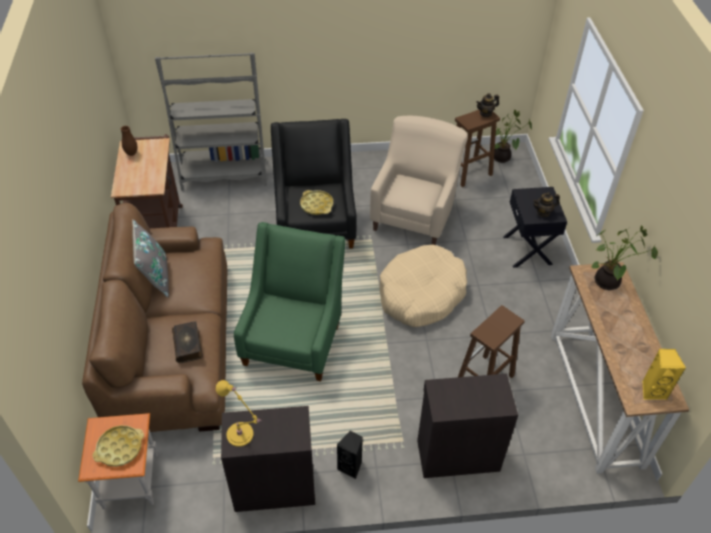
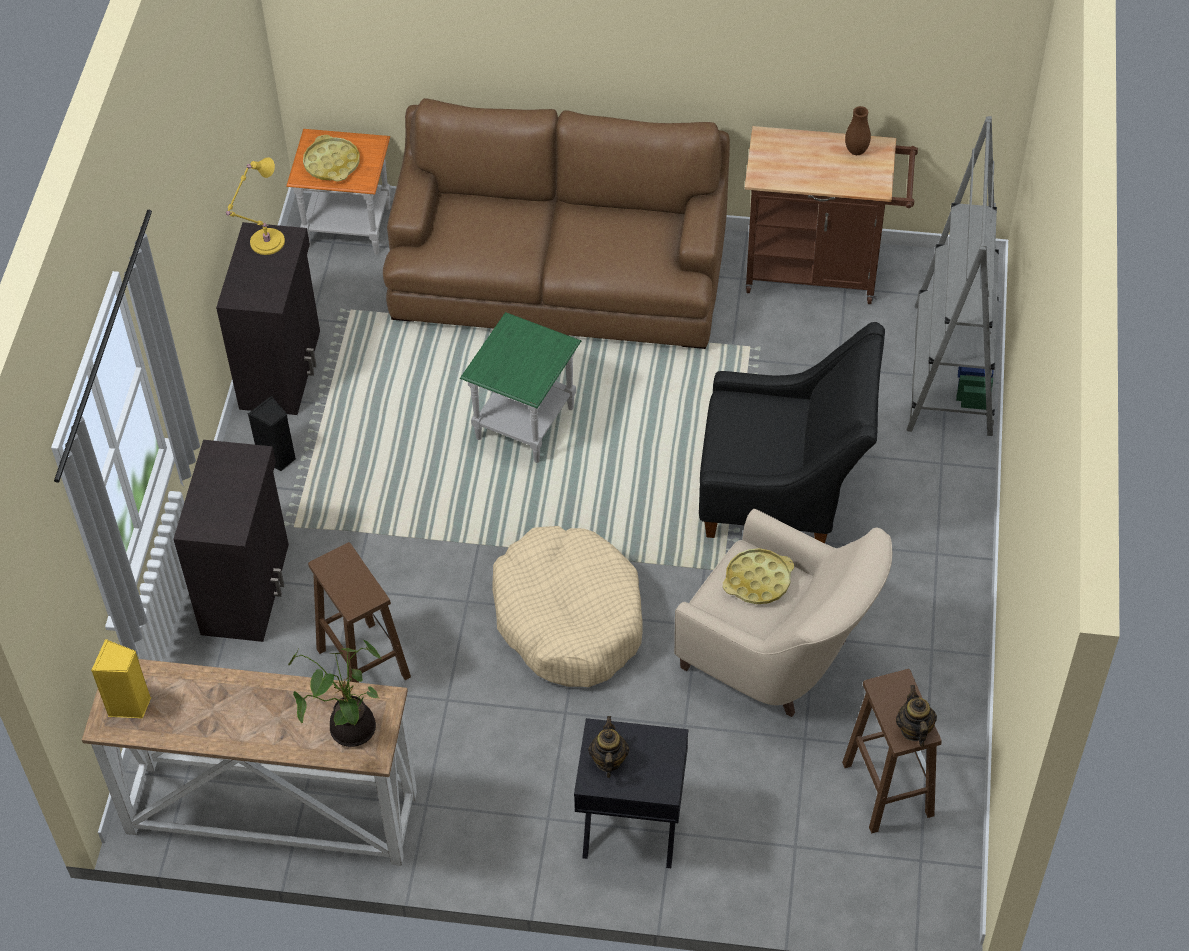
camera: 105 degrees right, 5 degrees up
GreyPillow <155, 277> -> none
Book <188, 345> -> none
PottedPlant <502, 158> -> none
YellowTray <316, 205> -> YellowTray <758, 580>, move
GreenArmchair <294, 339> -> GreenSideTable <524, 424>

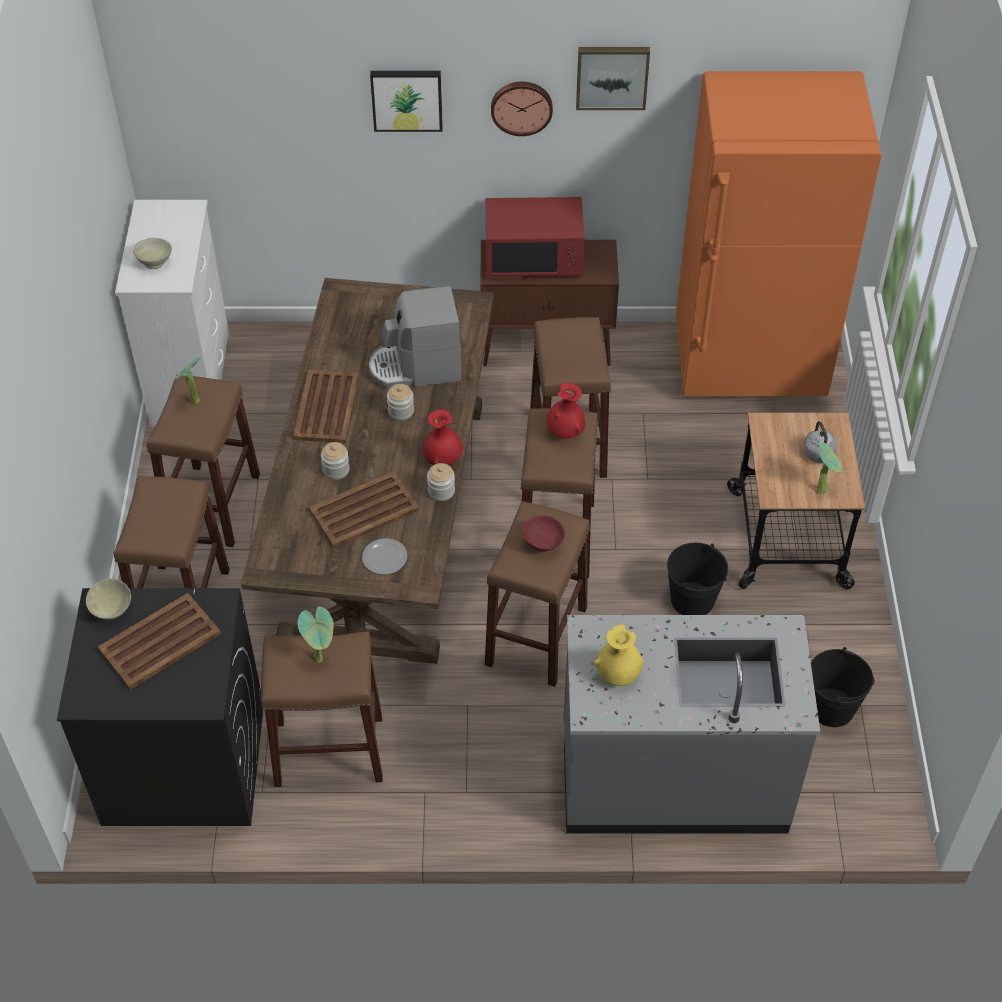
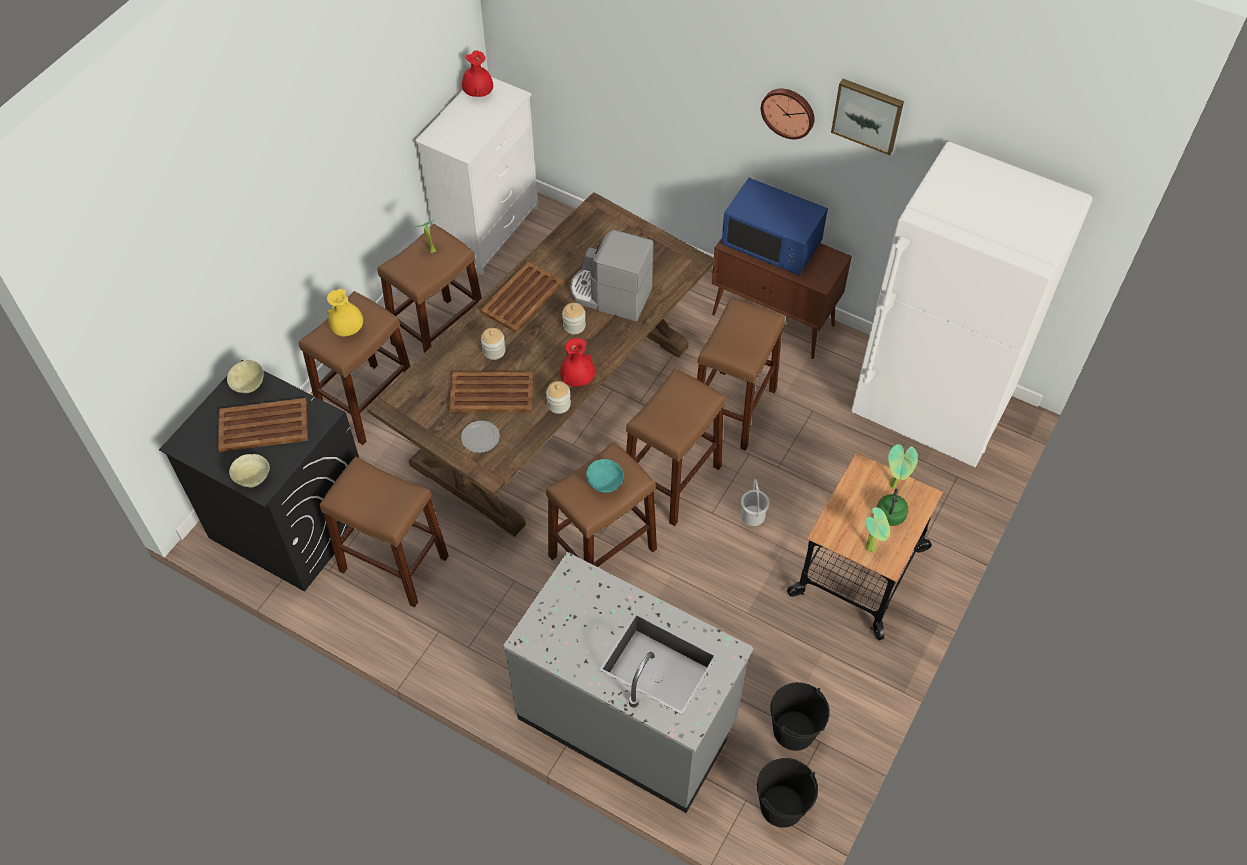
camera: 30 degrees right, 5 degrees up
Picture <407, 99> -> none
none -> WhiteBucket <753, 515>
BeigeBowl <155, 262> -> BeigeBowl <253, 479>, move
PottedPlant <321, 659> -> PottedPlant <894, 485>, move
RedVase <565, 433> -> RedVase <478, 94>, move
YellowVase <617, 674> -> YellowVase <348, 329>, move
BlackBucket <692, 599> -> BlackBucket <782, 806>, move
RedMicrowave <534, 259> -> BlueMicrowave <772, 244>
RedBowl <543, 544> -> TurquoiseBowl <604, 484>
OrangeFridge <749, 365> -> WhiteFridge <930, 410>
GreyKettle <818, 455> -> GreenKettle <890, 517>

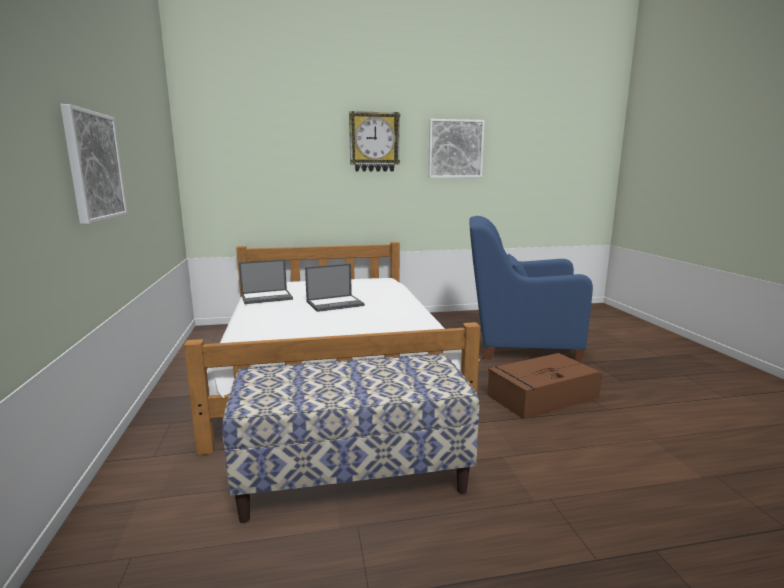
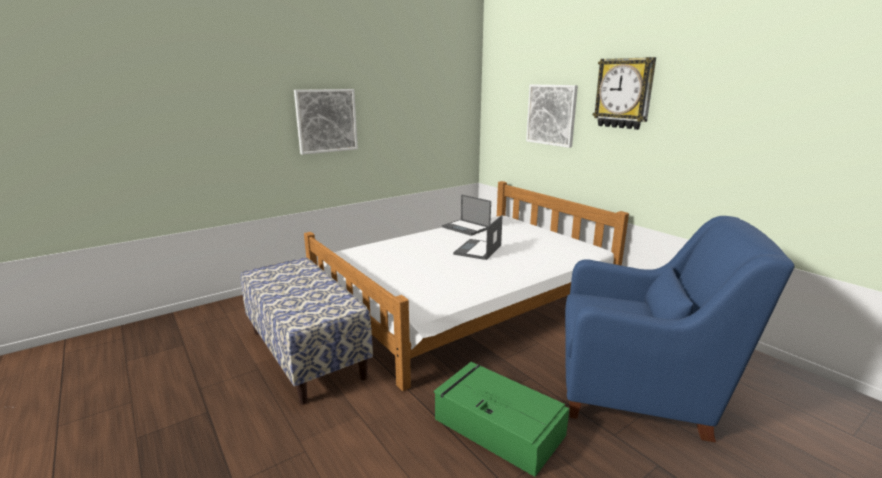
camera: 65 degrees right, 5 degrees up
Picture <455, 149> -> Picture <551, 115>, move
BrownStorageBox <541, 397> -> GreenStorageBox <497, 426>
Laptop <335, 303> -> Laptop <478, 250>, 75 degrees clockwise
BlueArmchair <519, 345> -> BlueArmchair <639, 390>, 120 degrees clockwise

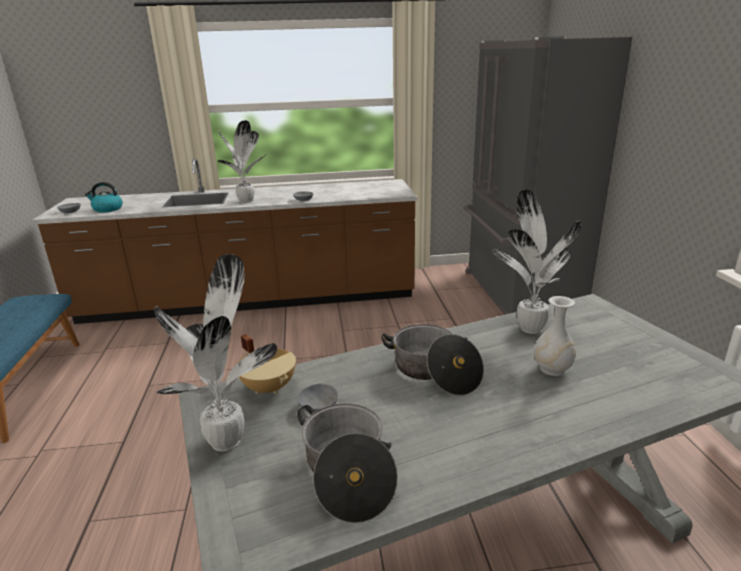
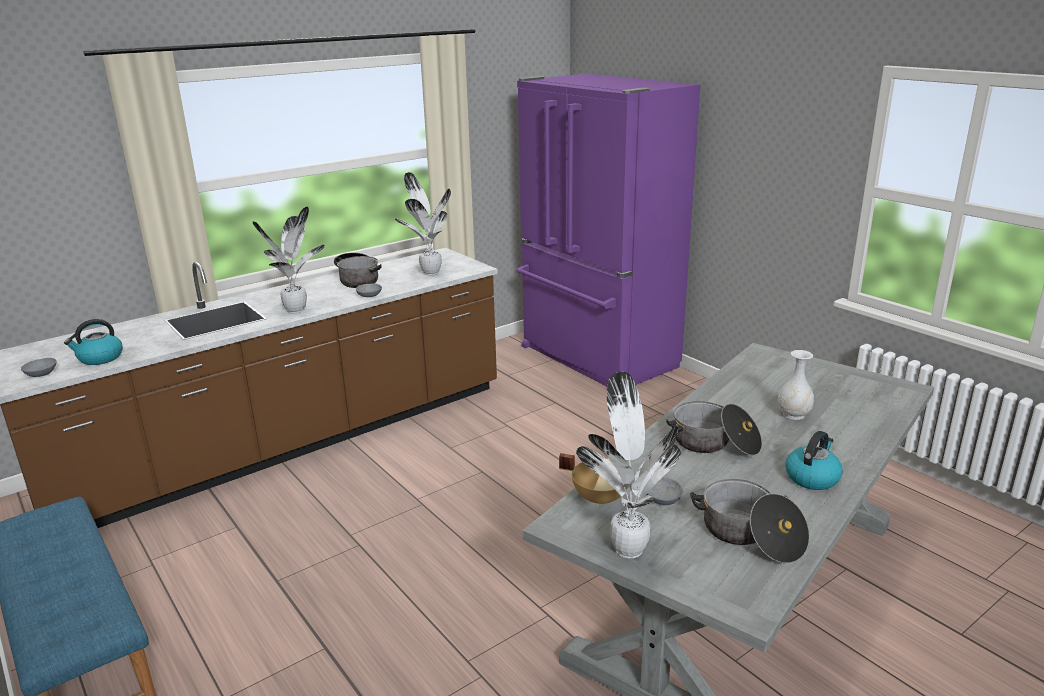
camera: 30 degrees left, 0 degrees up
none -> CookingPot <358, 279>
none -> Kettle <812, 477>
PottedPlant <529, 327> -> PottedPlant <430, 272>, move
GreyFridge <517, 293> -> PurpleFridge <596, 358>

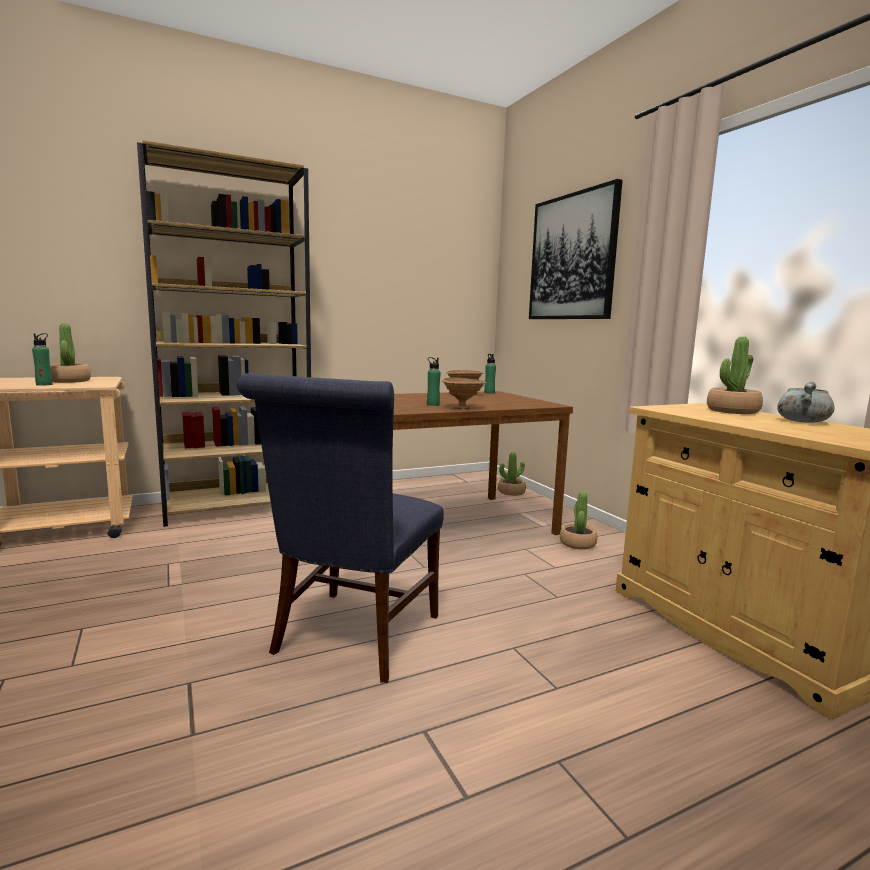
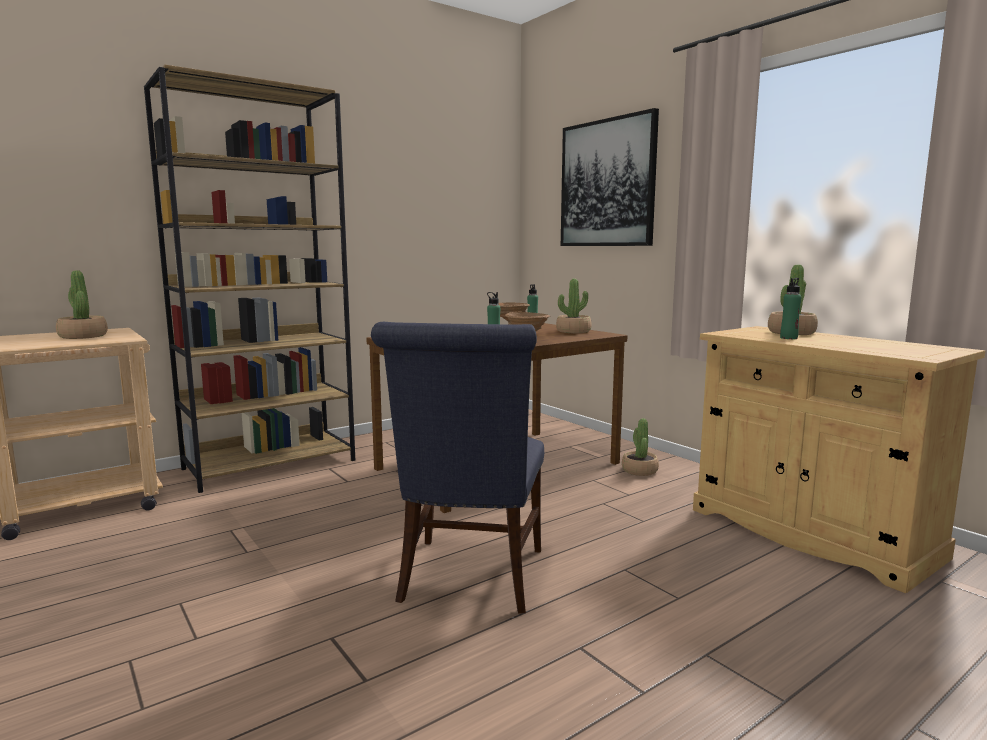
camera: 10 degrees left, 0 degrees up
GreyCookingPot <802, 421> -> none
GreenBottle <44, 384> -> GreenBottle <788, 338>, move
PottedPlant <511, 492> -> PottedPlant <573, 331>, move

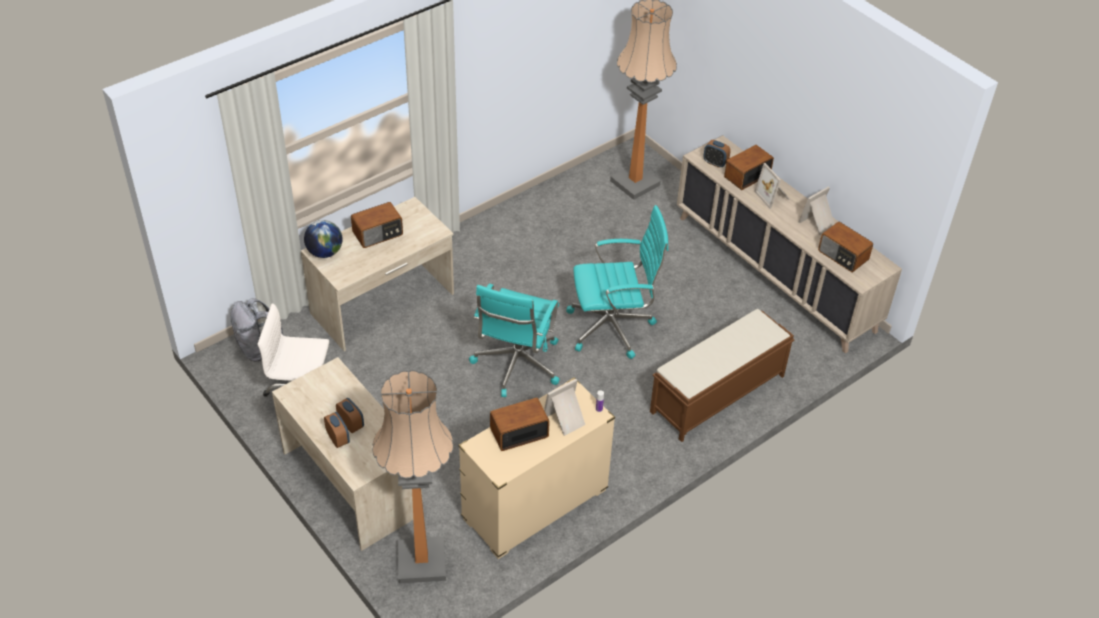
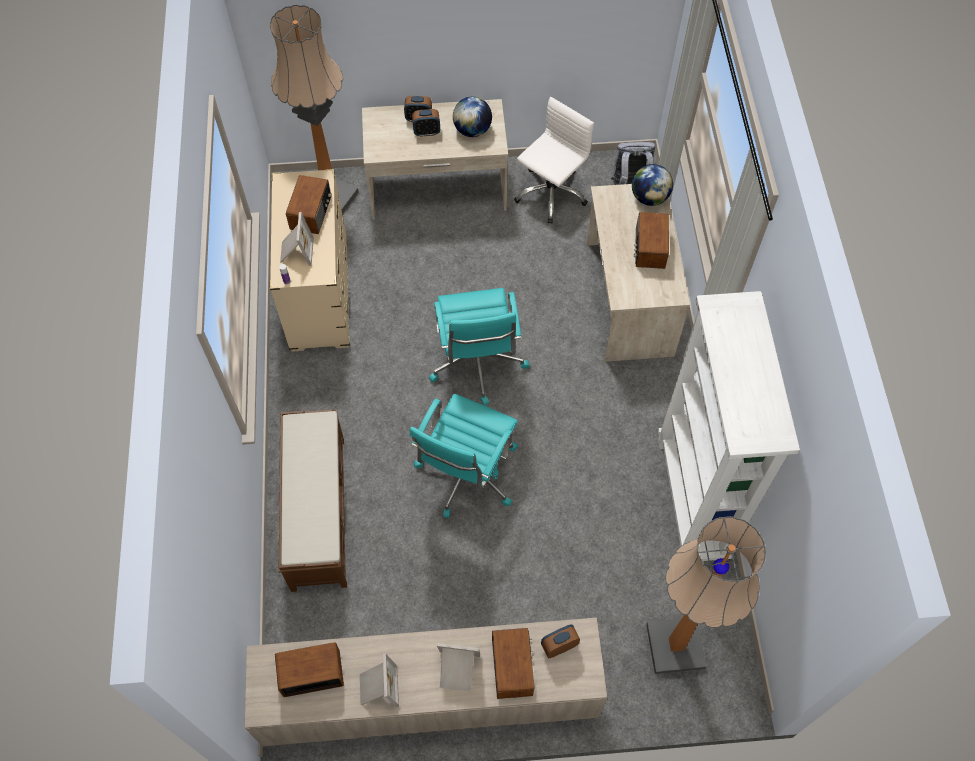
camera: 125 degrees right, 15 degrees up
none -> Globe <472, 130>
none -> WhiteBookcase <692, 500>
TurquoiseOfficeChair <516, 365> -> TurquoiseOfficeChair <477, 364>, 150 degrees counterclockwise

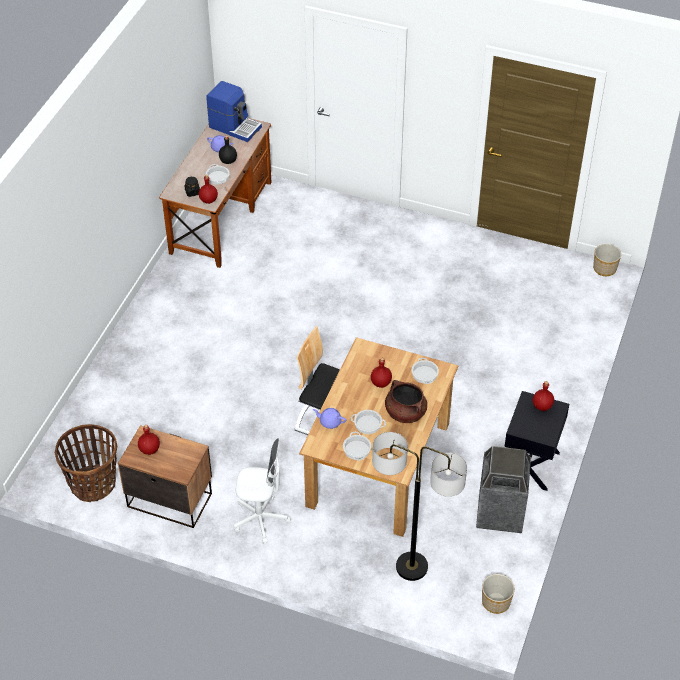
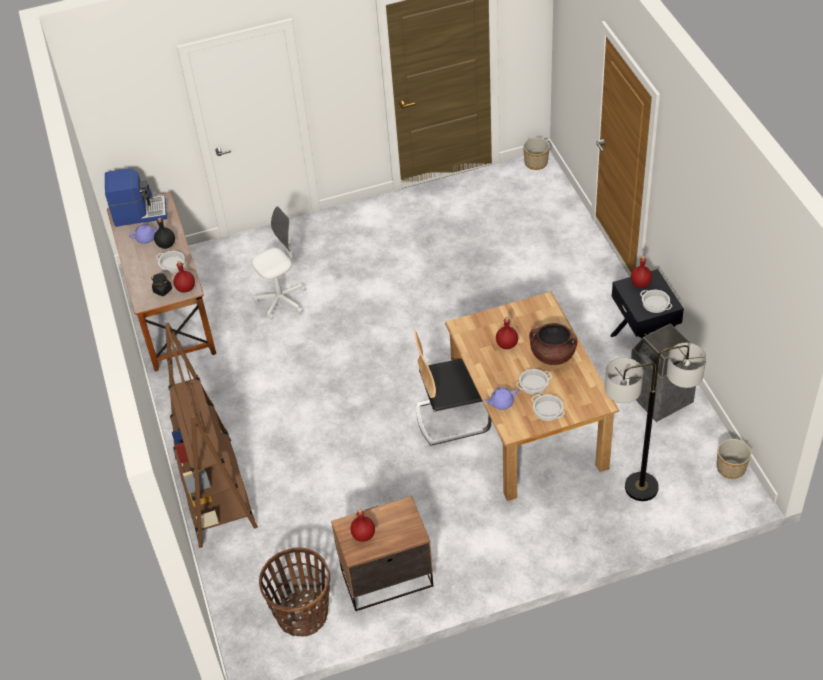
camera: 35 degrees left, 0 degrees up
none -> BrownBookcase <215, 491>
WhiteOfficeChair <261, 519> -> WhiteOfficeChair <281, 301>, move
CookingPot <424, 374> -> CookingPot <655, 303>, move

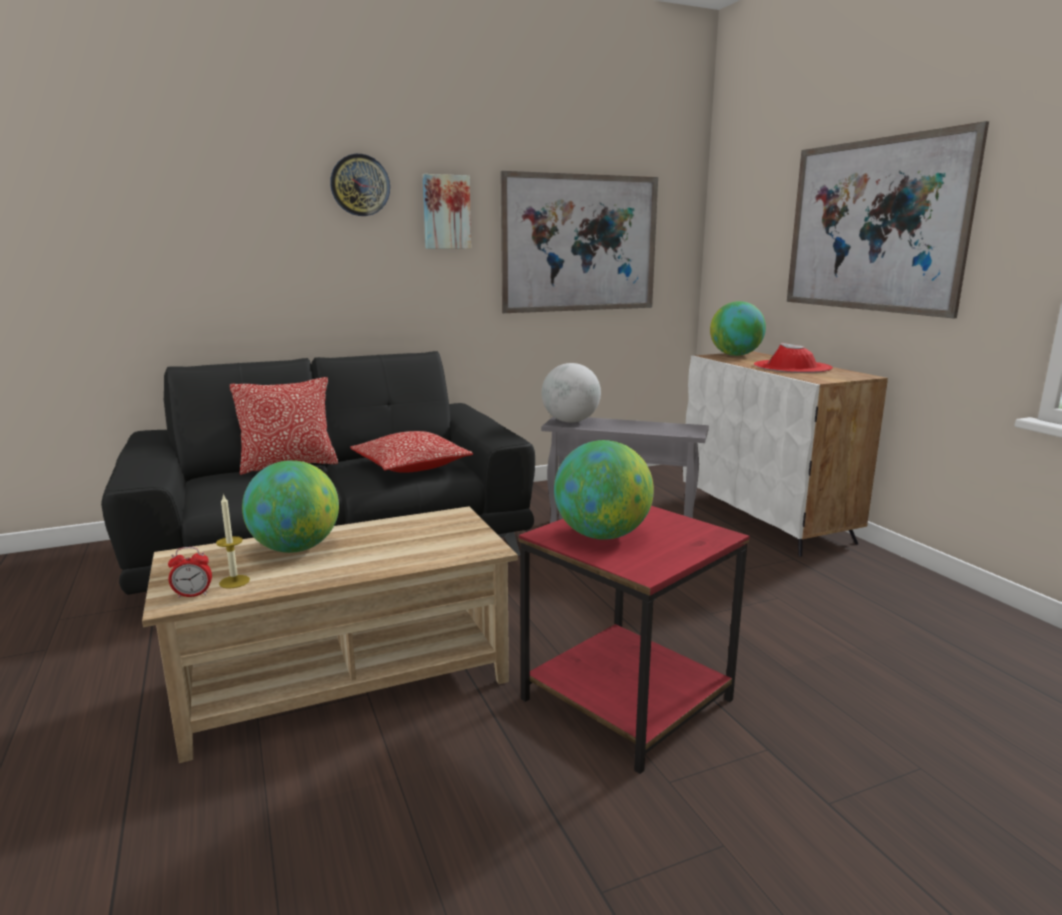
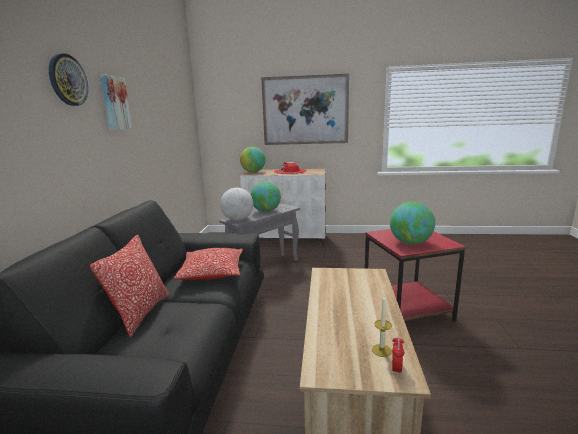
camera: 60 degrees left, 0 degrees up
Picture <580, 243> -> none
Globe <295, 548> -> Globe <266, 211>, move

